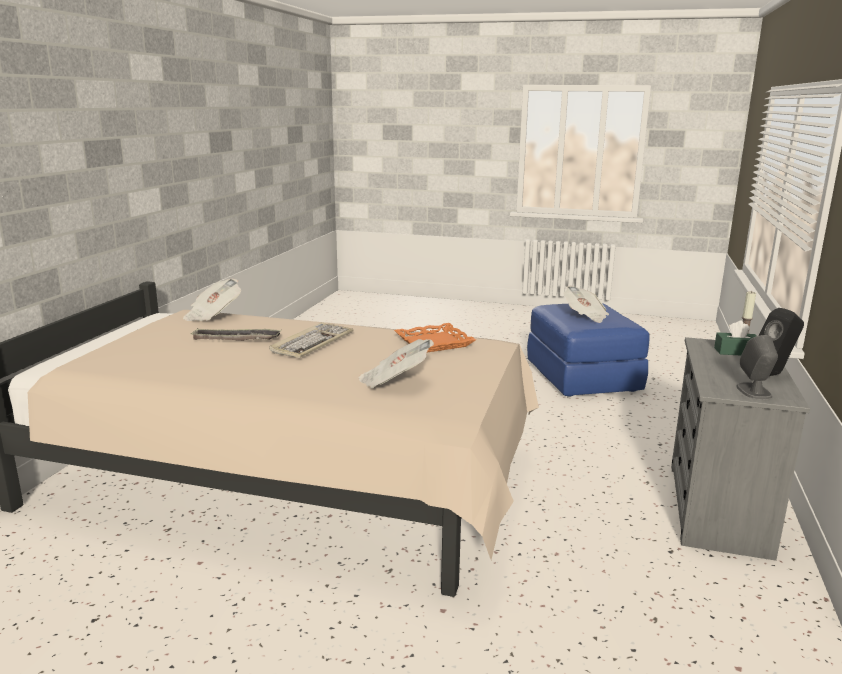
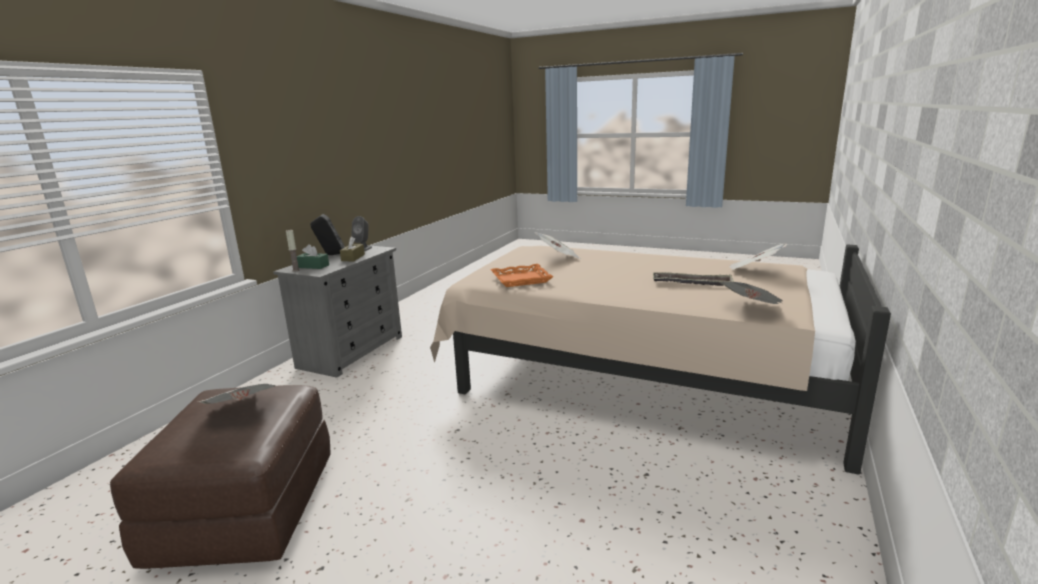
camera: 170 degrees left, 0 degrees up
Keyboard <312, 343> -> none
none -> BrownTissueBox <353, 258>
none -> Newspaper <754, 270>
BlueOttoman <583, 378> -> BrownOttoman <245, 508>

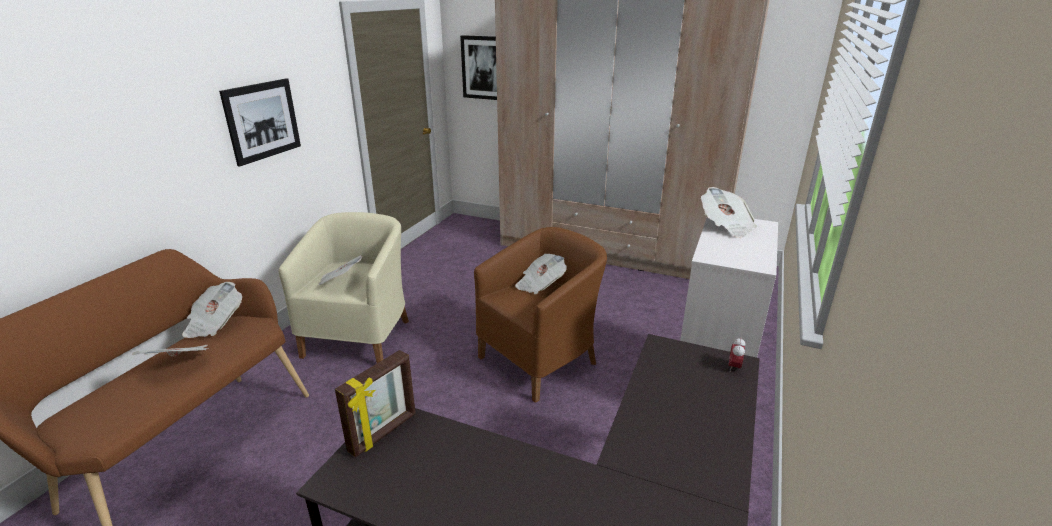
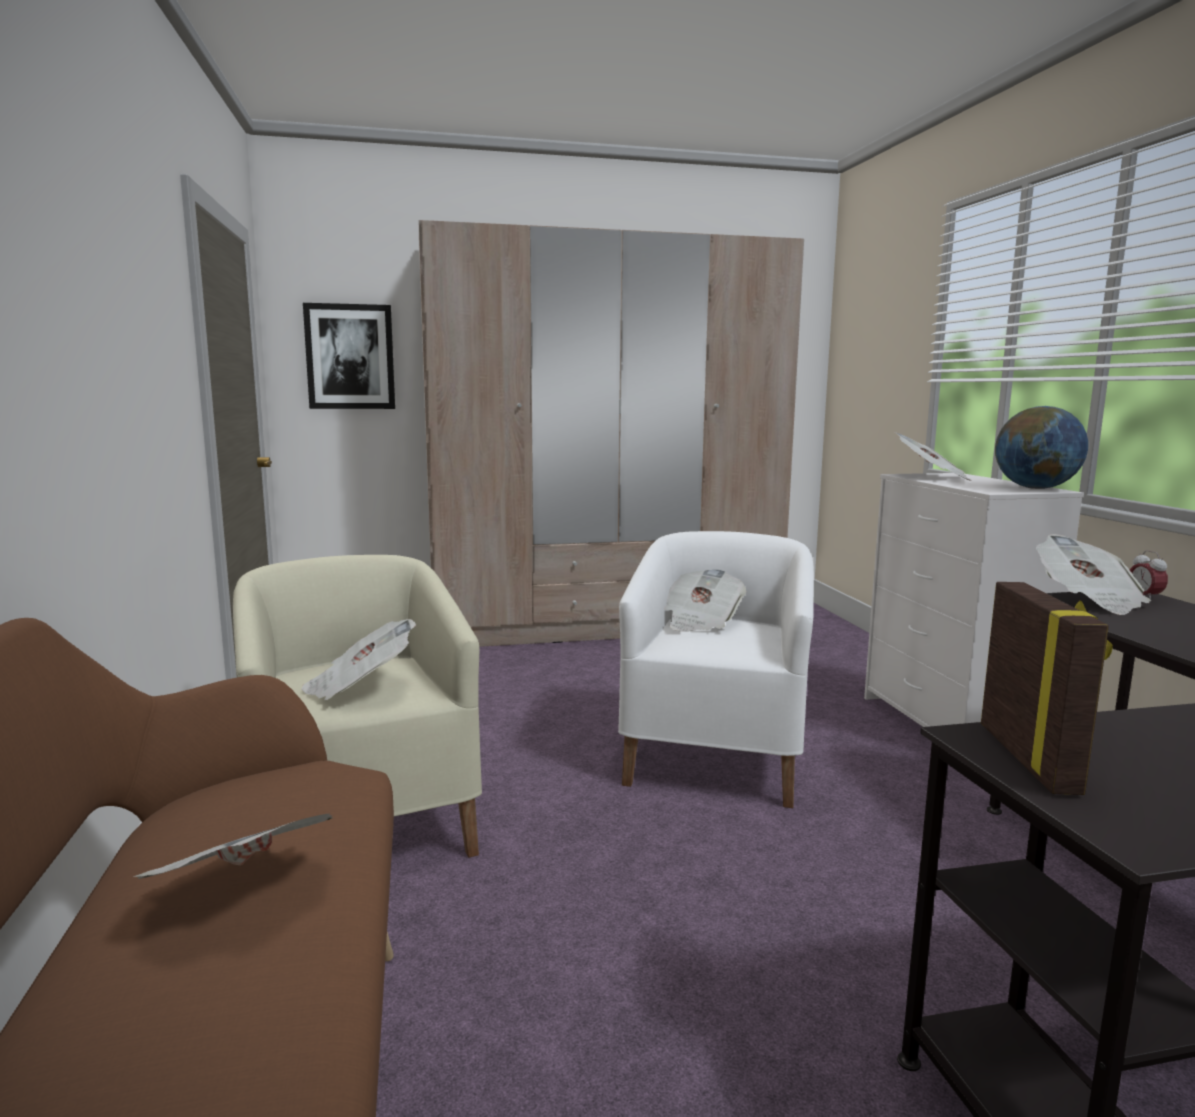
camera: 35 degrees left, 15 degrees down
Picture <262, 120> -> none
none -> Globe <1035, 488>
Newspaper <215, 324> -> Newspaper <1088, 601>, move
BrownArmchair <541, 360> -> WhiteArmchair <716, 759>

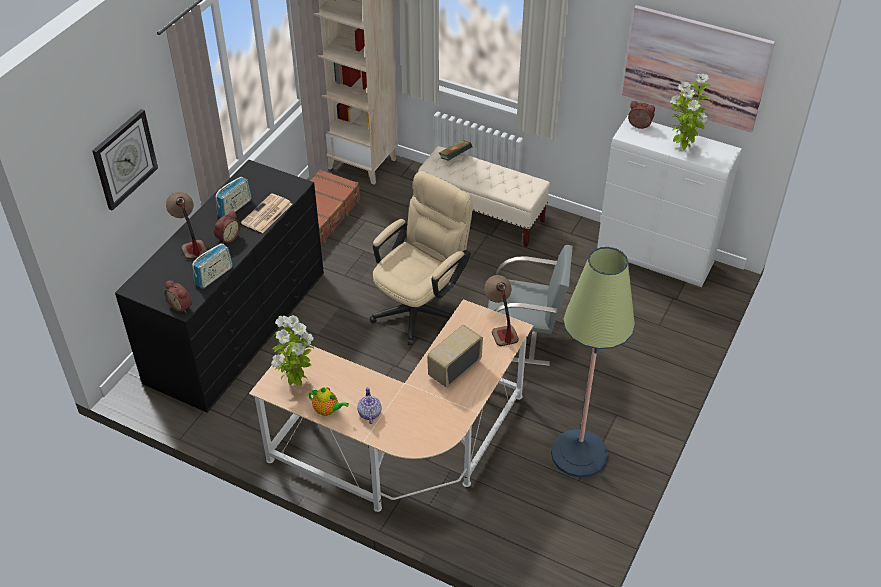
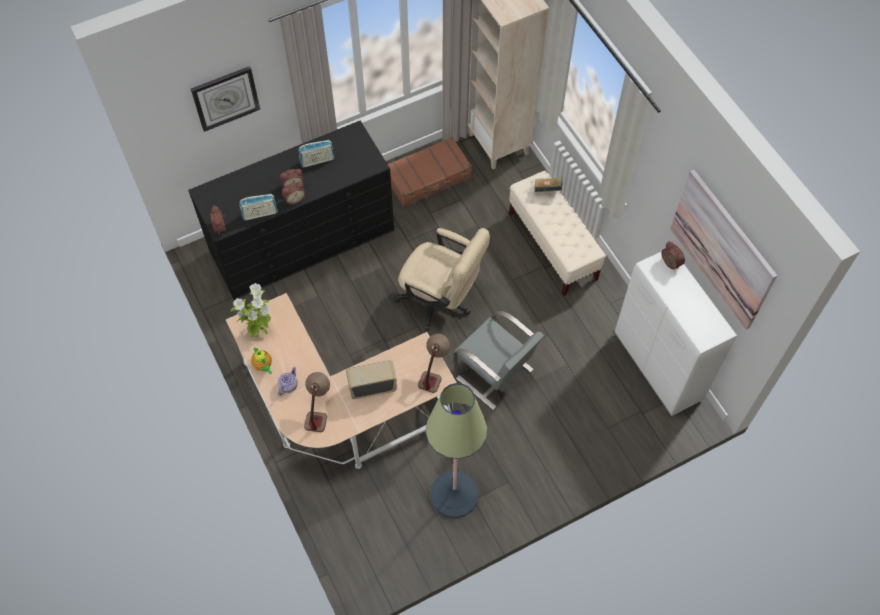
camera: 35 degrees right, 15 degrees up
Newspaper <266, 214> -> none
PottedPlant <682, 148> -> none
none -> AlarmClock <294, 198>
TableLamp <190, 242> -> TableLamp <318, 410>, move
BeigeOfficeChair <421, 307> -> BeigeOfficeChair <441, 301>, 45 degrees clockwise

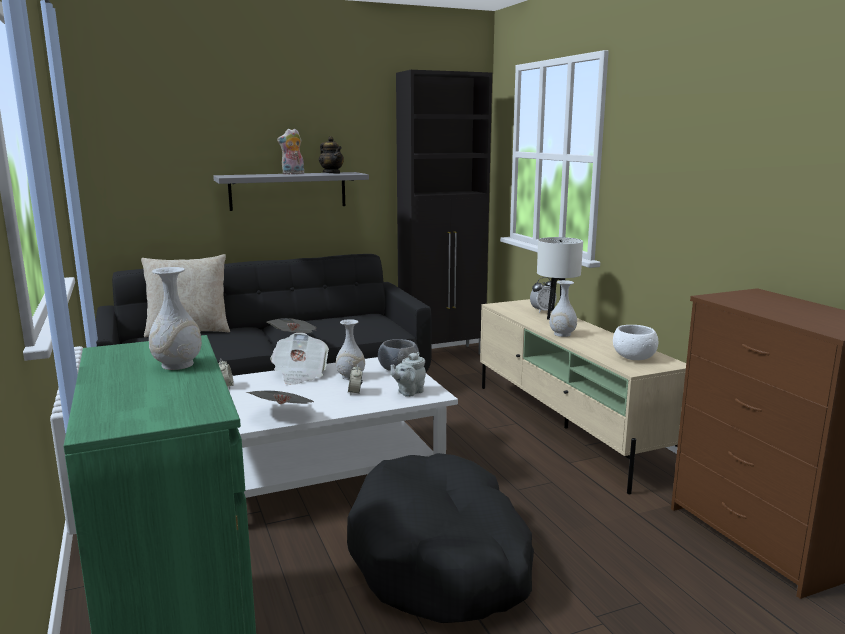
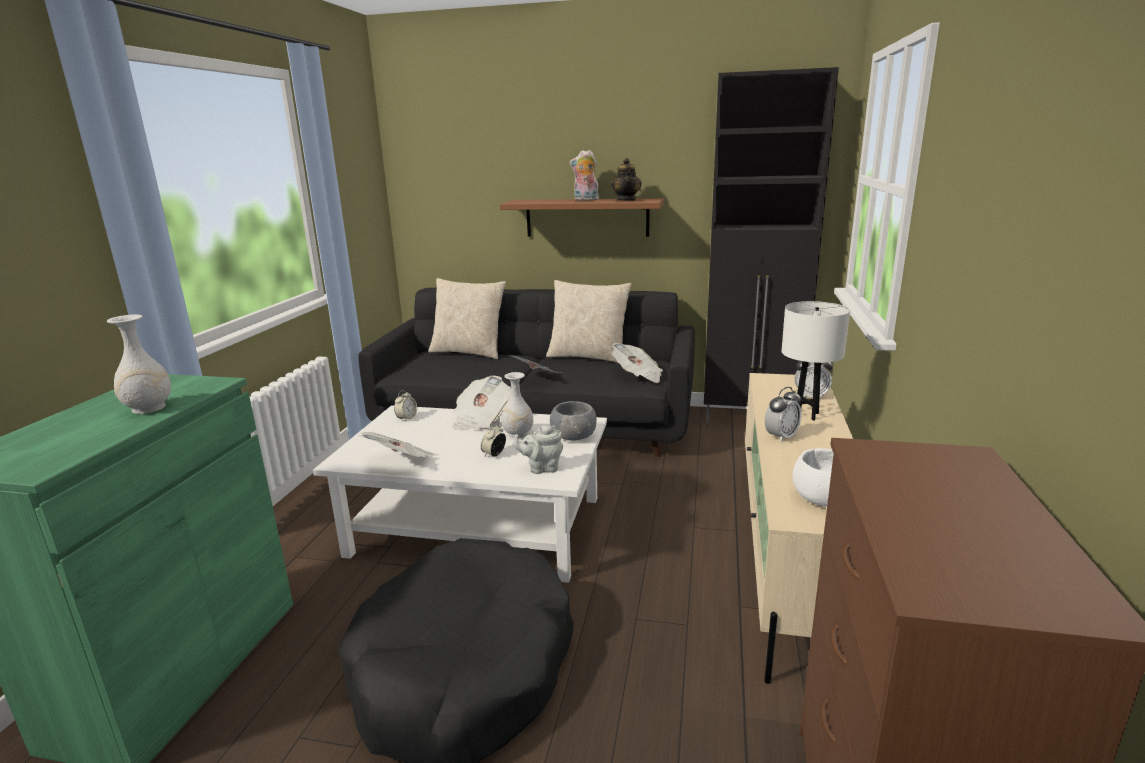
camera: 35 degrees right, 5 degrees up
none -> BeigePillow <588, 356>
none -> Newspaper <638, 376>
WhiteVase <562, 334> -> AlarmClock <781, 437>
GreyShelf <288, 191> -> BrownShelf <587, 217>

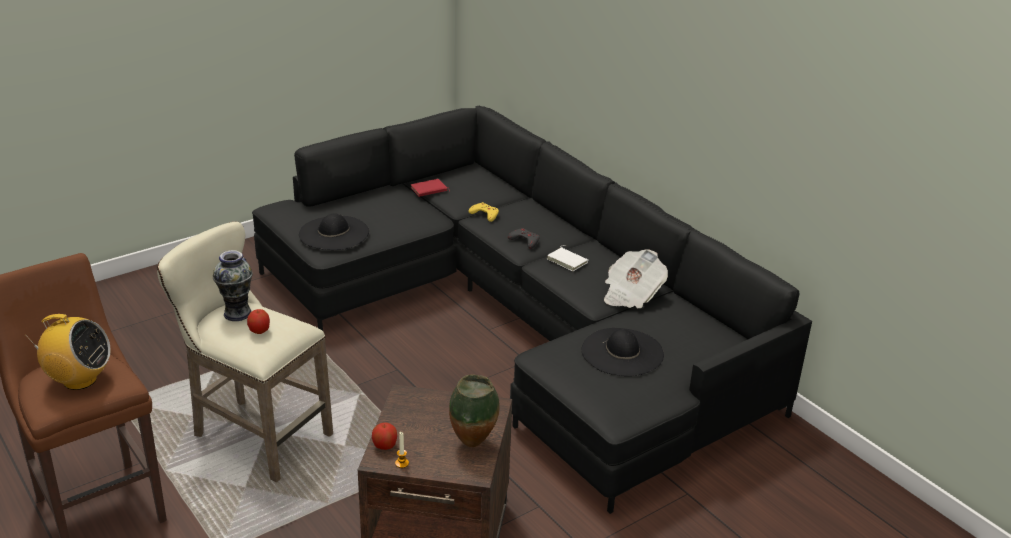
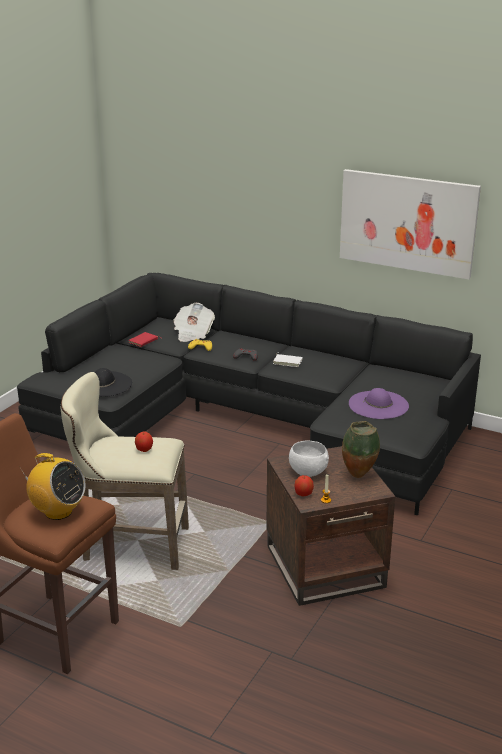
camera: 25 degrees left, 5 degrees down
Vase <237, 313> -> none
none -> WhiteBowl <307, 472>
none -> Picture <407, 222>
Newspaper <631, 294> -> Newspaper <193, 333>, move
BlackHat <622, 352> -> PurpleHat <378, 405>
Radio <79, 380> -> Radio <58, 512>, 45 degrees clockwise

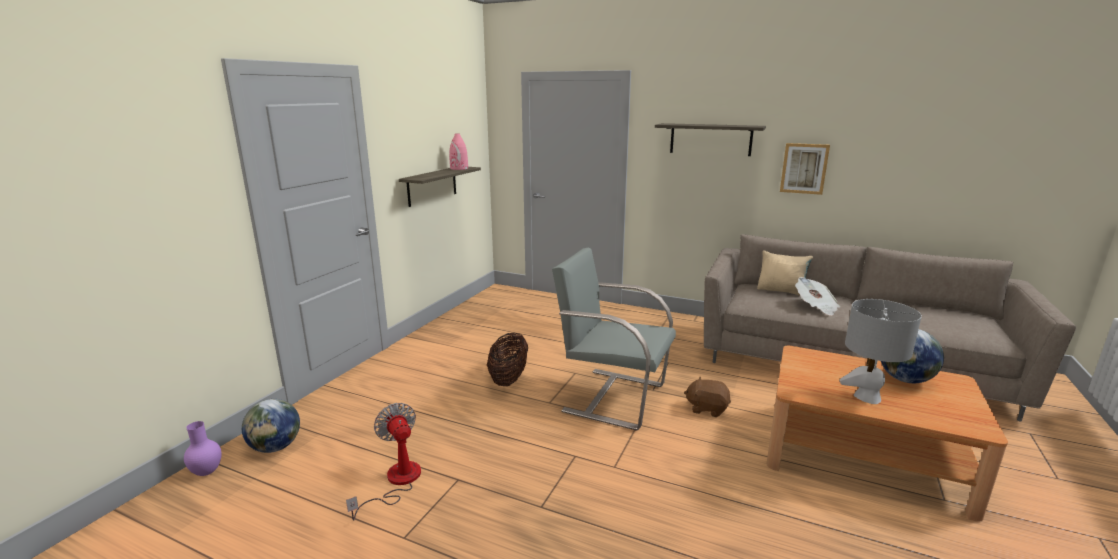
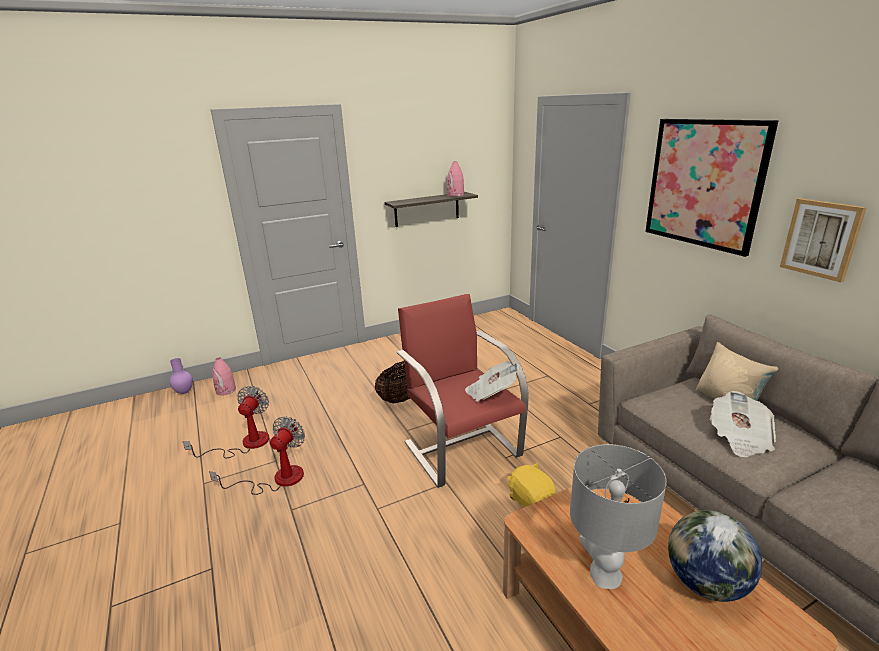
camera: 40 degrees right, 5 degrees up
none -> Fan <277, 479>
none -> Newspaper <491, 393>
Globe <276, 447> -> PinkVase <226, 390>
Shelf <710, 139> -> Picture <704, 183>
GreyArmchair <613, 397> -> RedArmchair <461, 448>
BrownPlushToy <707, 408> -> YellowPlushToy <530, 499>

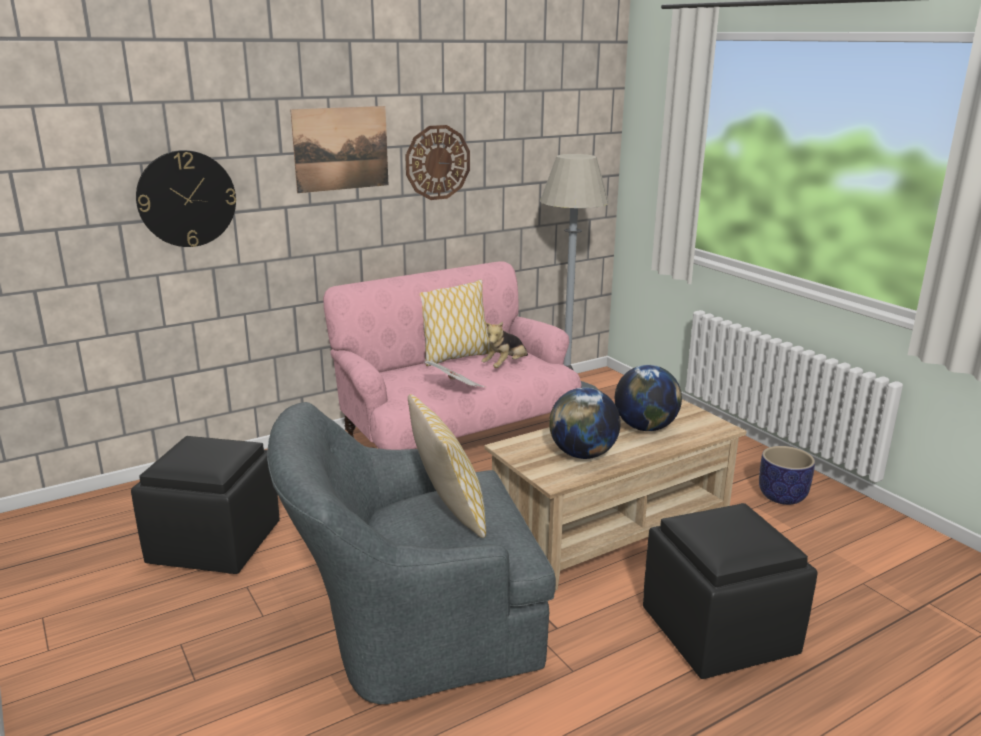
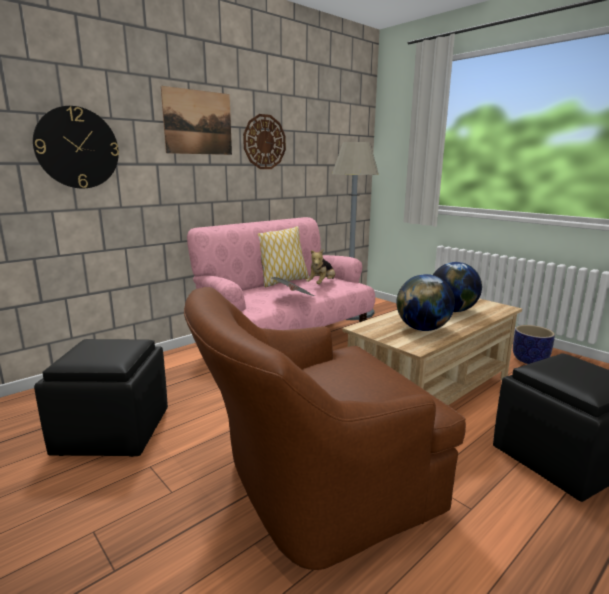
camera: 10 degrees left, 5 degrees down
Pillow <449, 513> -> none
GreyArmchair <410, 628> -> BrownArmchair <312, 487>

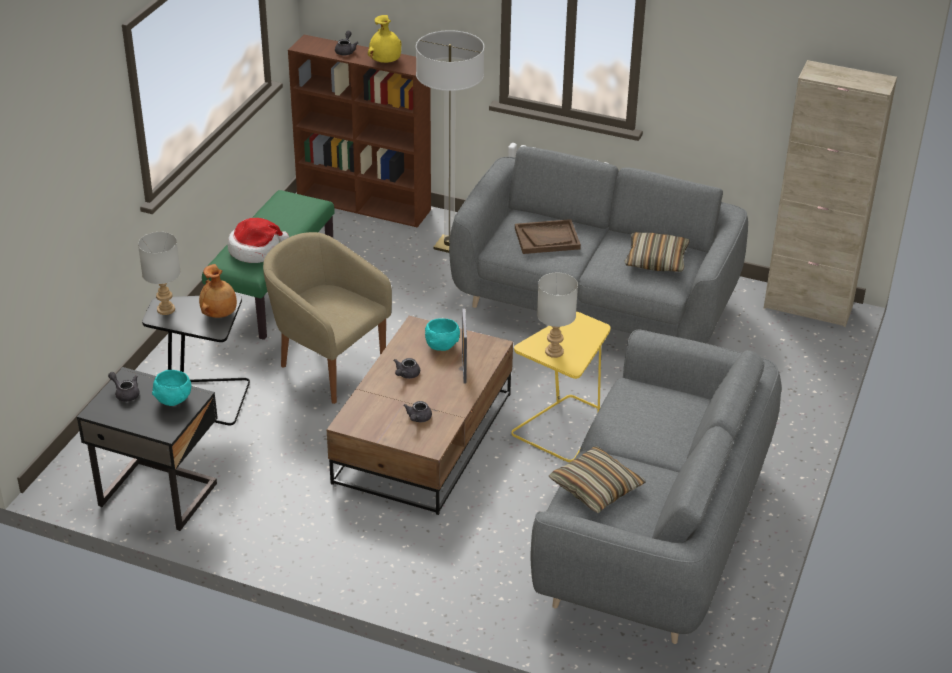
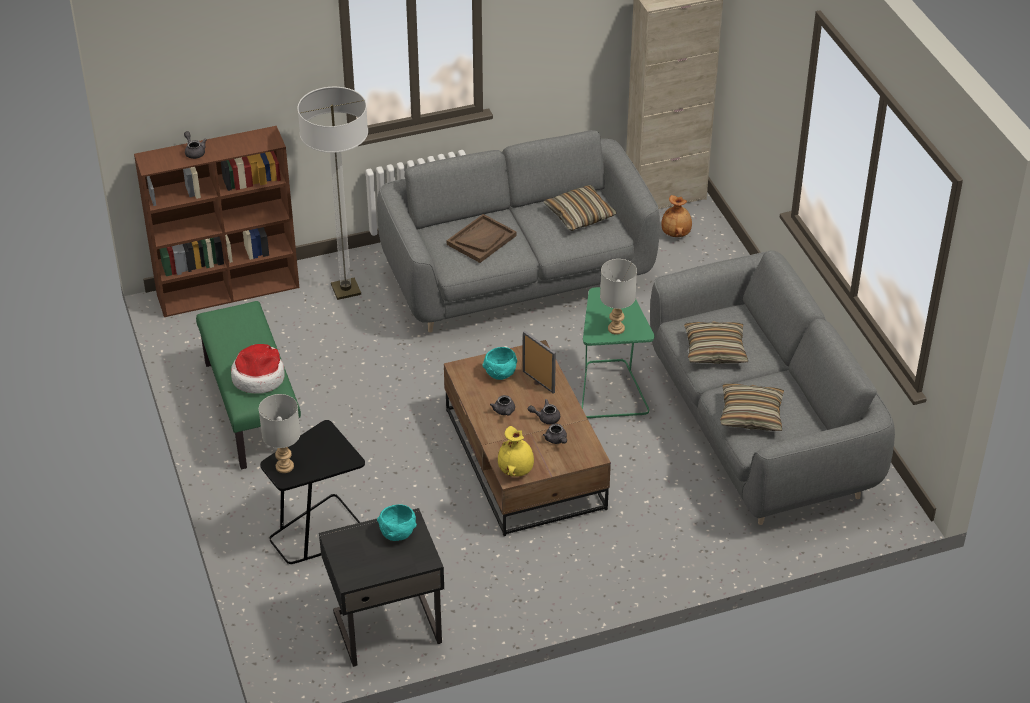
camera: 40 degrees left, 5 degrees up
BeigeArmchair <327, 367> -> none
none -> Pillow <715, 350>
GreyTeapot <125, 393> -> GreyTeapot <545, 417>, move
BrownVase <220, 314> -> BrownVase <676, 233>, move
YellowVase <385, 62> -> YellowVase <516, 470>, move
YellowSideTable <562, 427> -> GreenSideTable <610, 390>

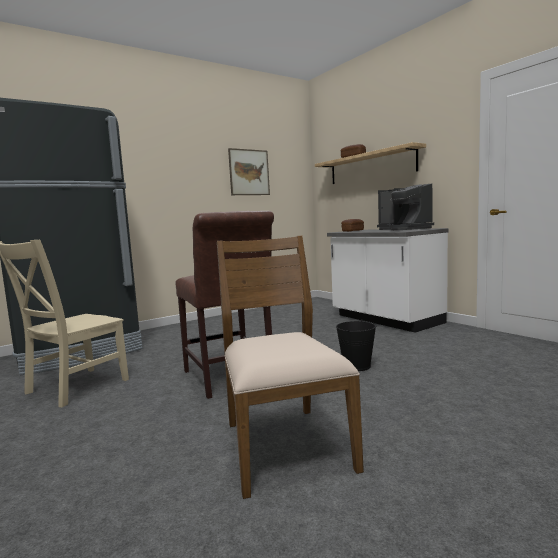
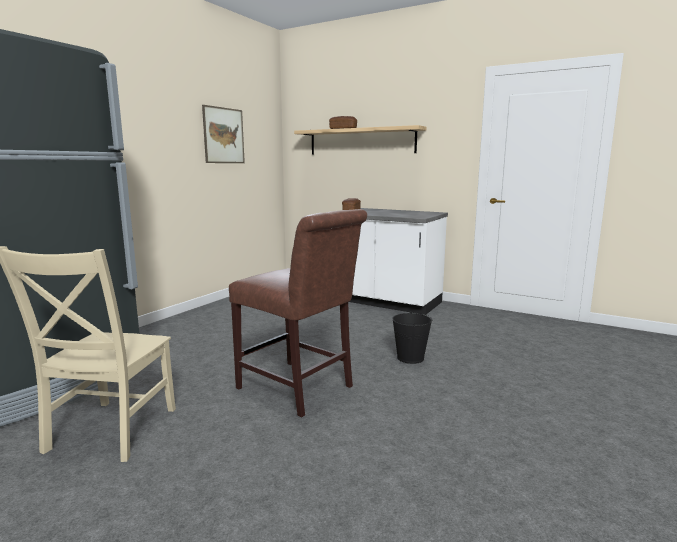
camera: 25 degrees left, 5 degrees up
BrownChair <284, 445> -> none
CoffeeMachine <404, 229> -> none

